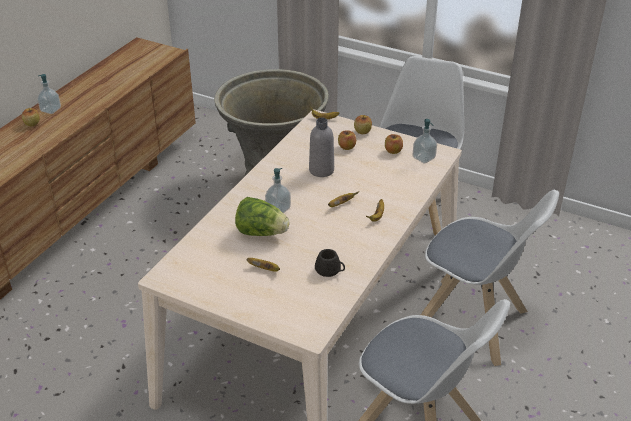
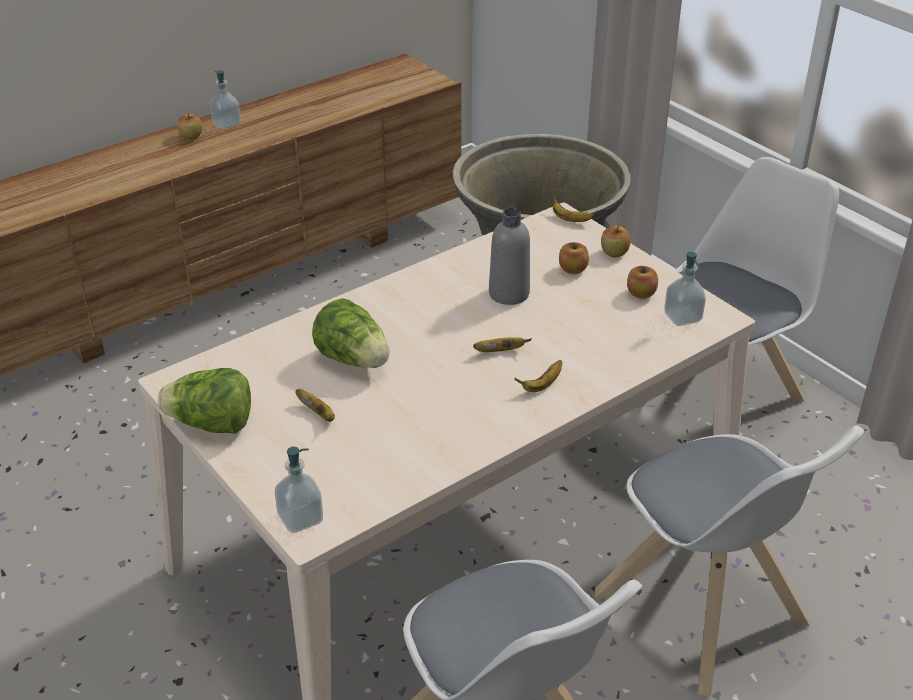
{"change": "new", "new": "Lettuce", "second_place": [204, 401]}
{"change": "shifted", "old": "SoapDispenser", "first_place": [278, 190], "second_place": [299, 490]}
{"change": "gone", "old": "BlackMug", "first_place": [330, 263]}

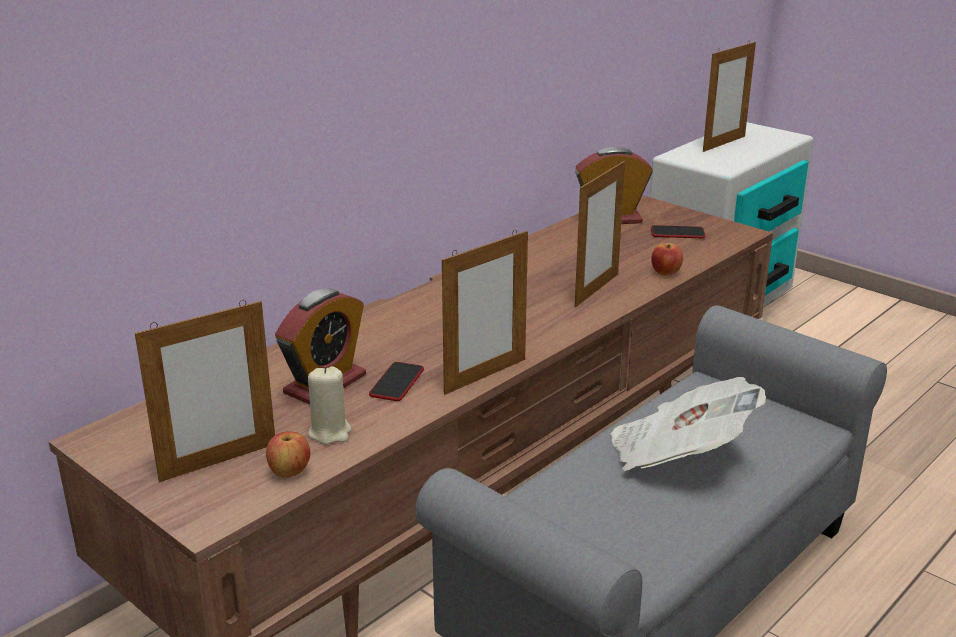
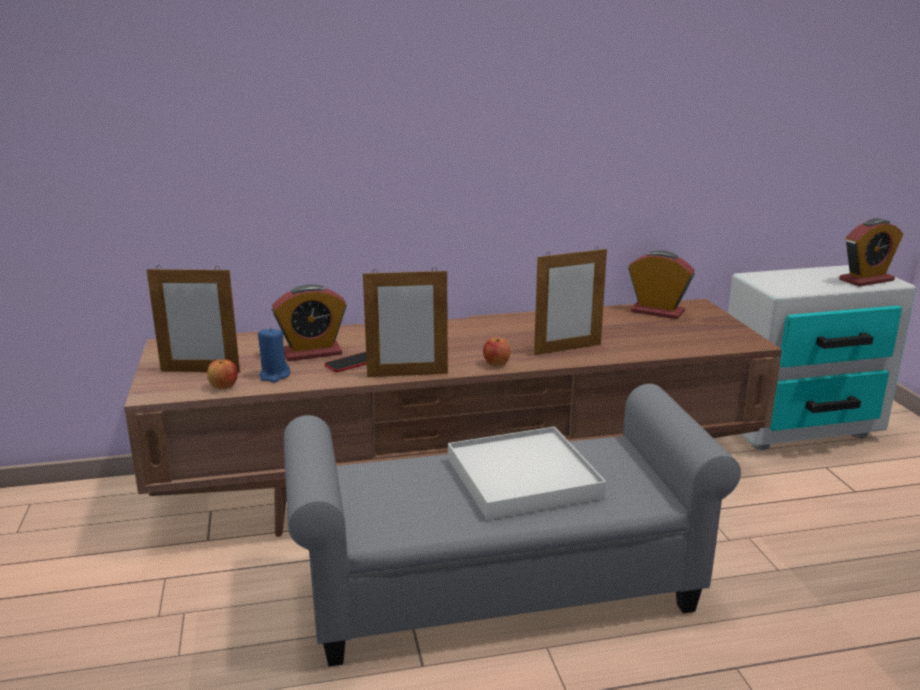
{"change": "repainted", "old": "BeigeCandle", "new": "BlueCandle", "first_place": [330, 405], "second_place": [274, 354]}
{"change": "swapped", "old": "Newspaper", "new": "WhiteTray", "first_place": [688, 424], "second_place": [527, 473]}
{"change": "shifted", "old": "Apple", "first_place": [667, 259], "second_place": [497, 352]}
{"change": "new", "new": "AlarmClock", "second_place": [871, 252]}
{"change": "gone", "old": "Phone", "first_place": [678, 231]}
{"change": "gone", "old": "PictureFrame", "first_place": [729, 96]}

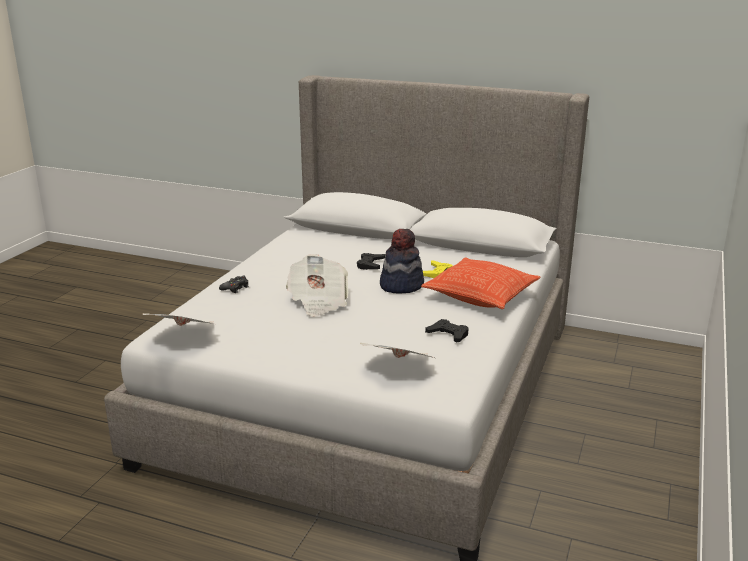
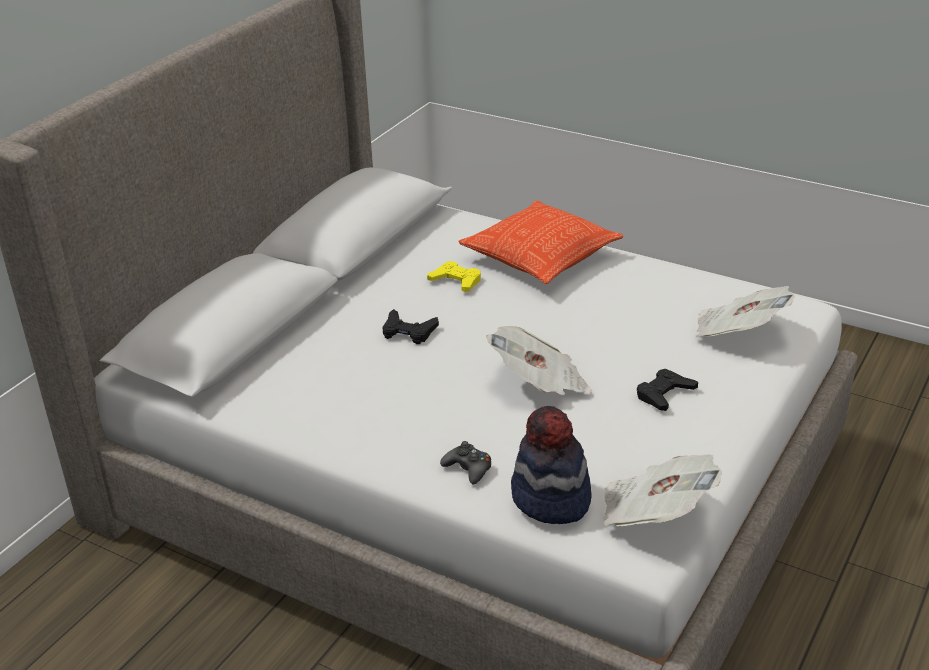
{"change": "shifted", "old": "Hat", "first_place": [402, 261], "second_place": [551, 465]}
{"change": "shifted", "old": "BlackGameController", "first_place": [447, 331], "second_place": [667, 390]}

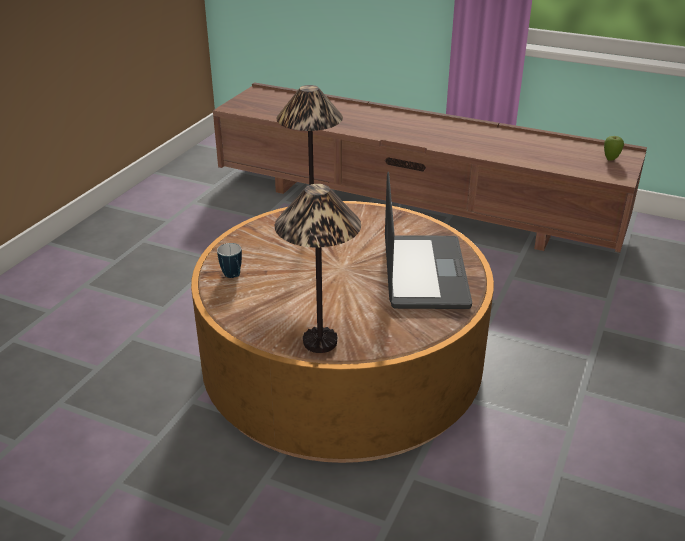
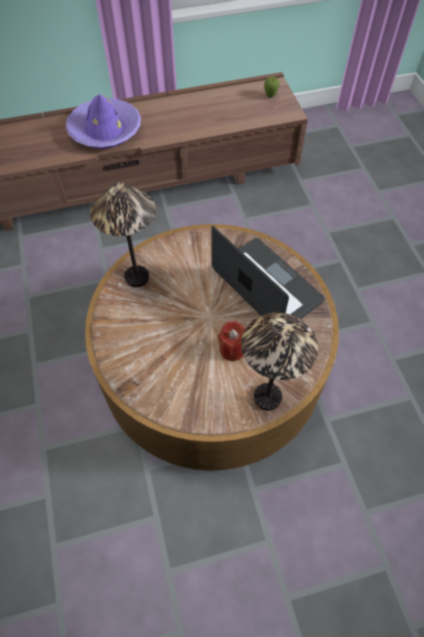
{"change": "new", "new": "PurpleHat", "second_place": [103, 121]}
{"change": "new", "new": "RedCandle", "second_place": [231, 340]}
{"change": "gone", "old": "Mug", "first_place": [229, 260]}

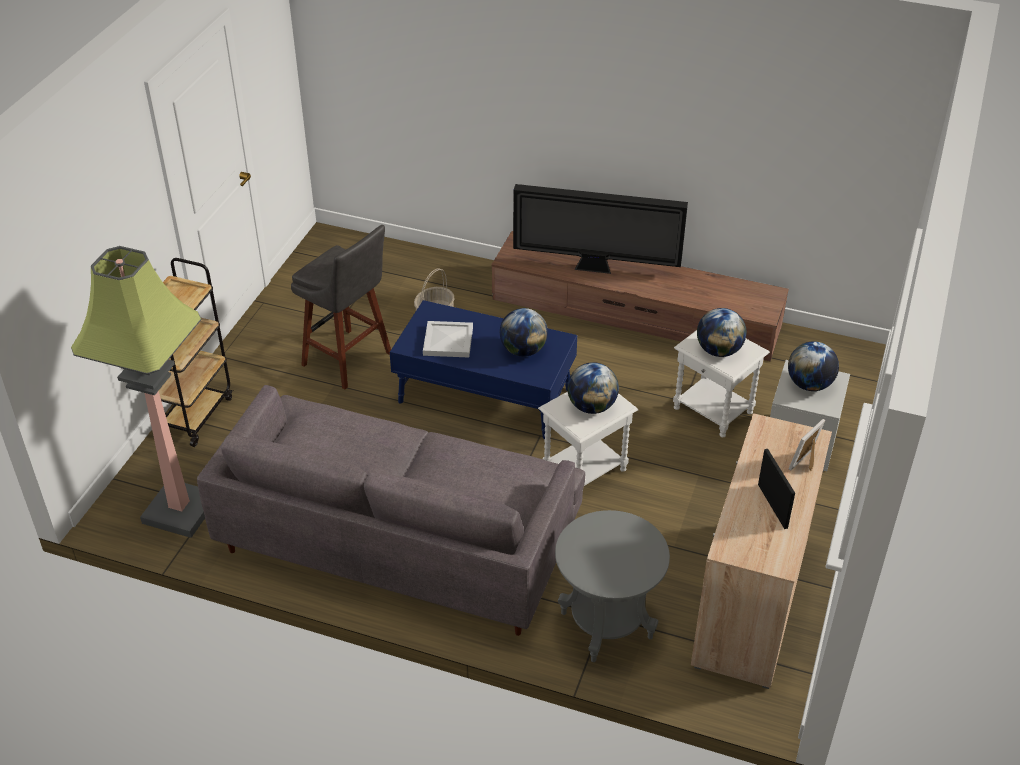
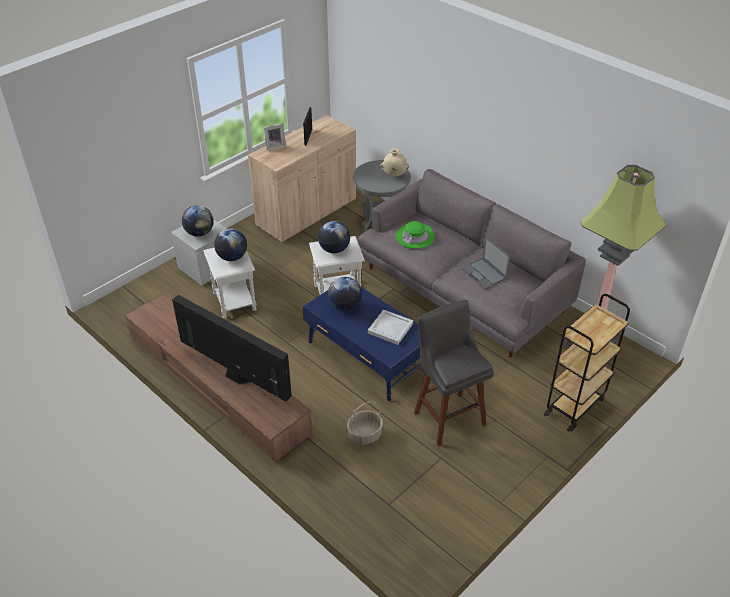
{"change": "new", "new": "BeigeVase", "second_place": [395, 162]}
{"change": "new", "new": "GreenHat", "second_place": [415, 235]}
{"change": "new", "new": "Laptop", "second_place": [486, 262]}

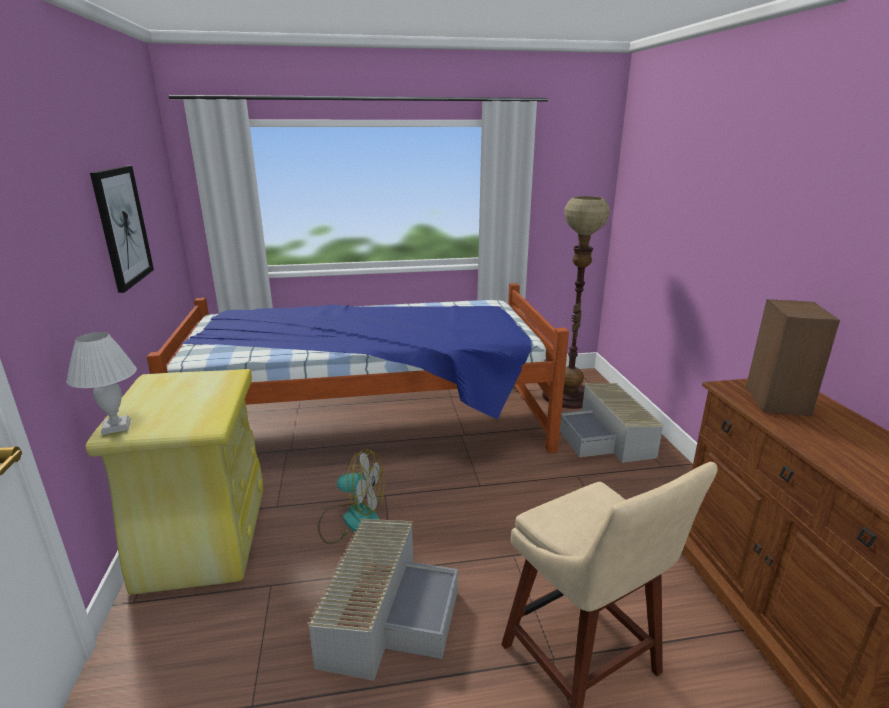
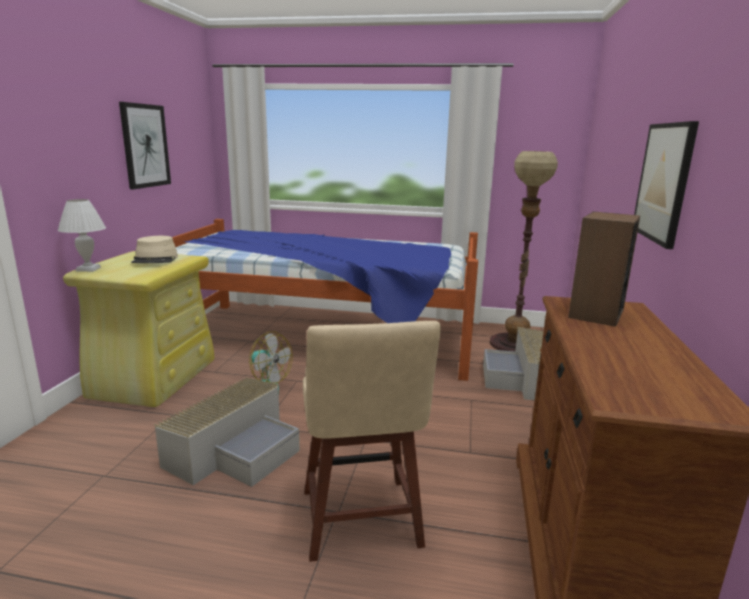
{"change": "new", "new": "BeigeHat", "second_place": [154, 249]}
{"change": "new", "new": "Picture", "second_place": [666, 185]}

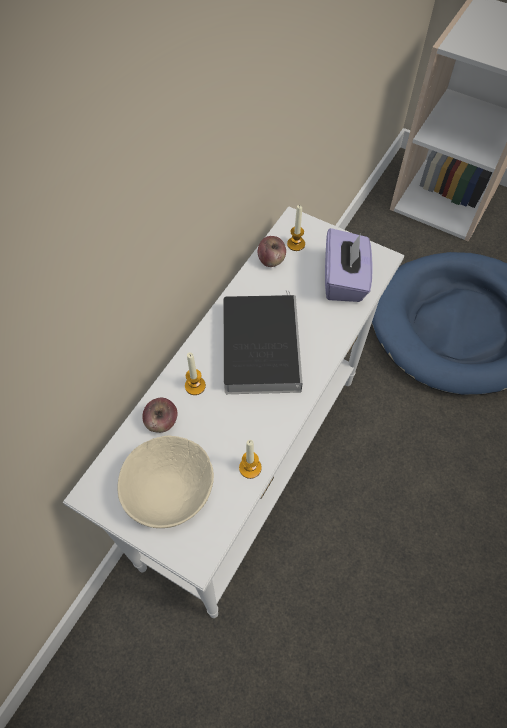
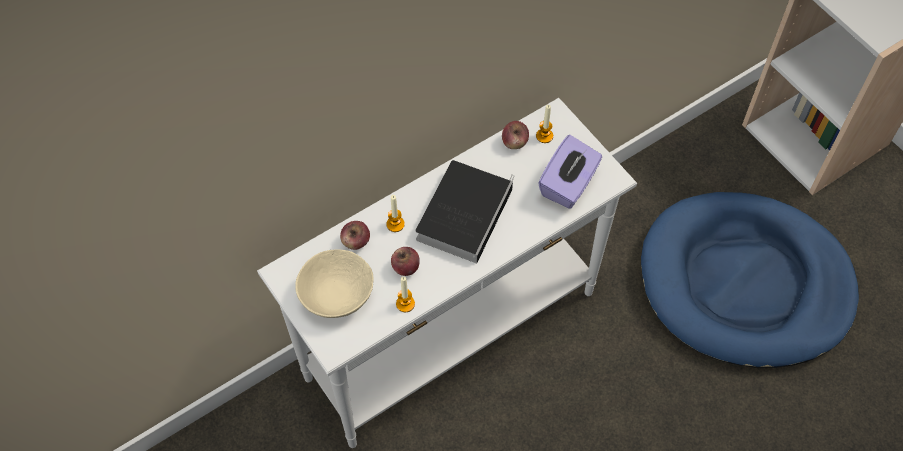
{"change": "new", "new": "Apple", "second_place": [405, 261]}

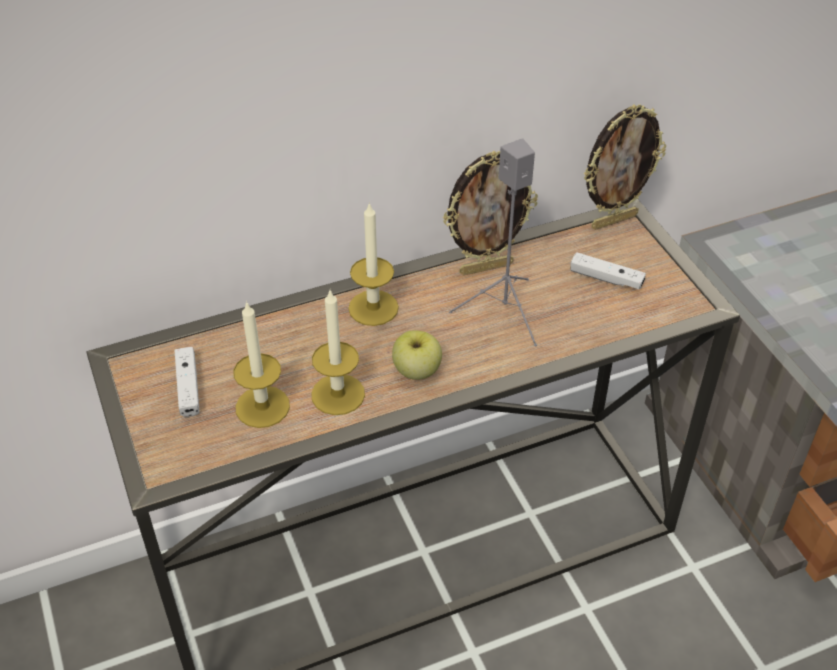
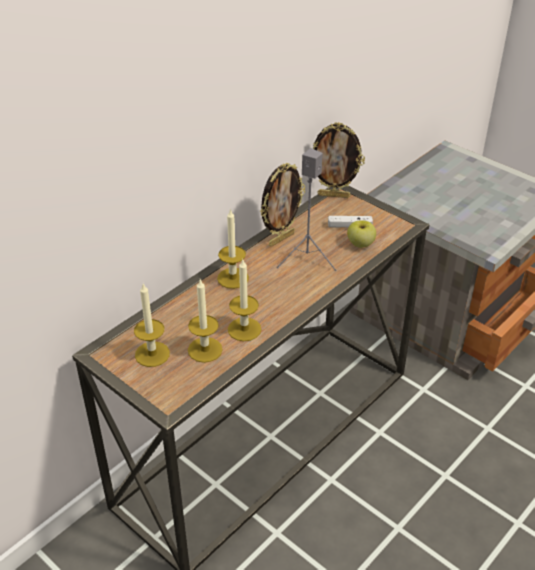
{"change": "swapped", "old": "WhiteGameController", "new": "Candle", "first_place": [187, 382], "second_place": [152, 325]}
{"change": "rotated", "old": "PictureFrame", "first_place": [625, 167], "second_place": [339, 160], "degrees": 60}
{"change": "shifted", "old": "Apple", "first_place": [417, 355], "second_place": [361, 234]}

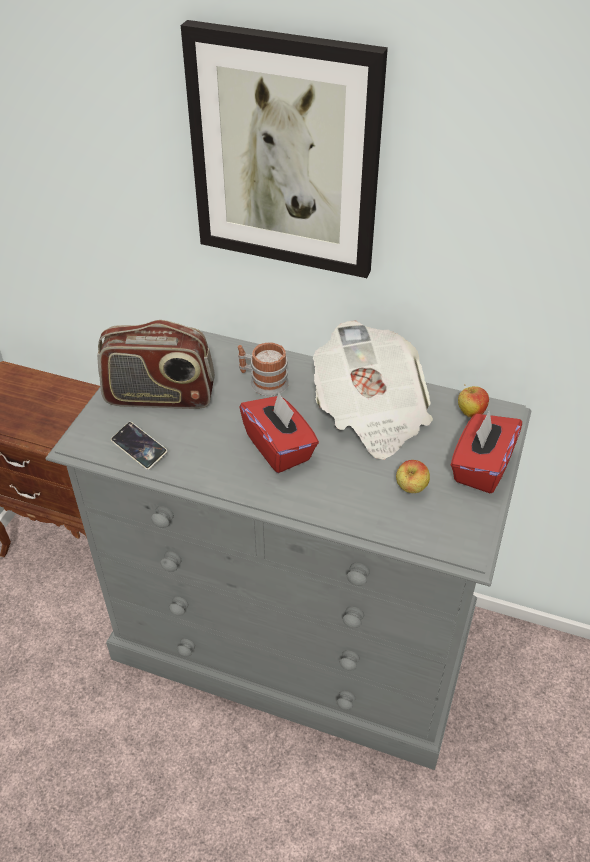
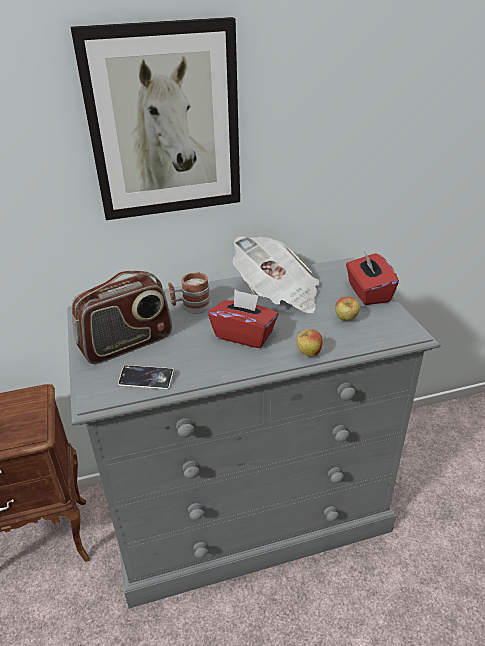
{"change": "shifted", "old": "Apple", "first_place": [473, 401], "second_place": [309, 343]}

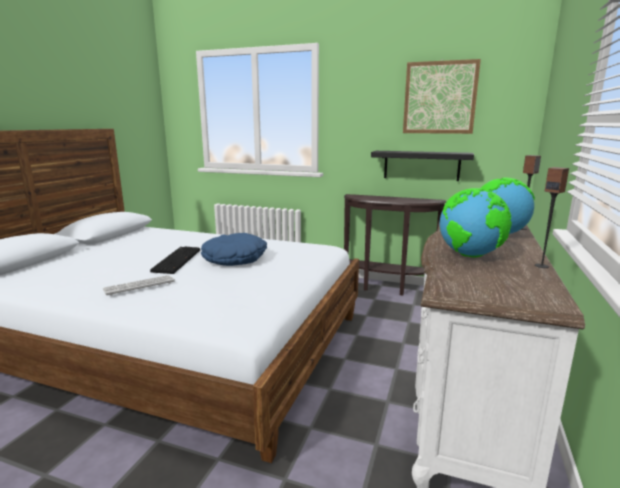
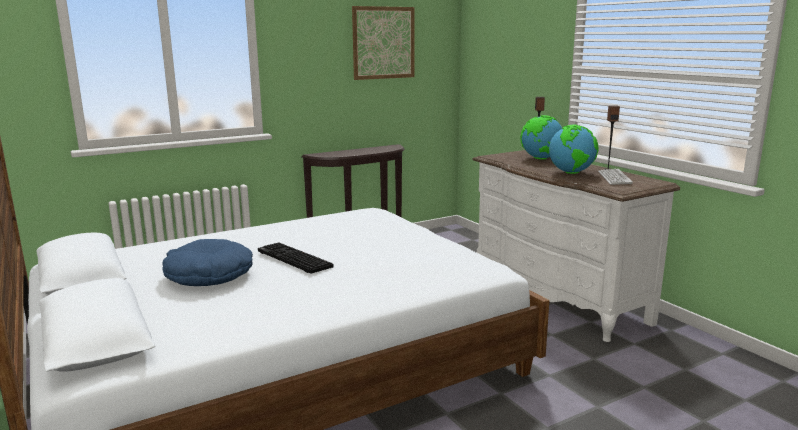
{"change": "shifted", "old": "BluePillow", "first_place": [234, 249], "second_place": [207, 262]}
{"change": "shifted", "old": "Keyboard", "first_place": [139, 285], "second_place": [615, 177]}
{"change": "gone", "old": "BlackShelf", "first_place": [422, 166]}

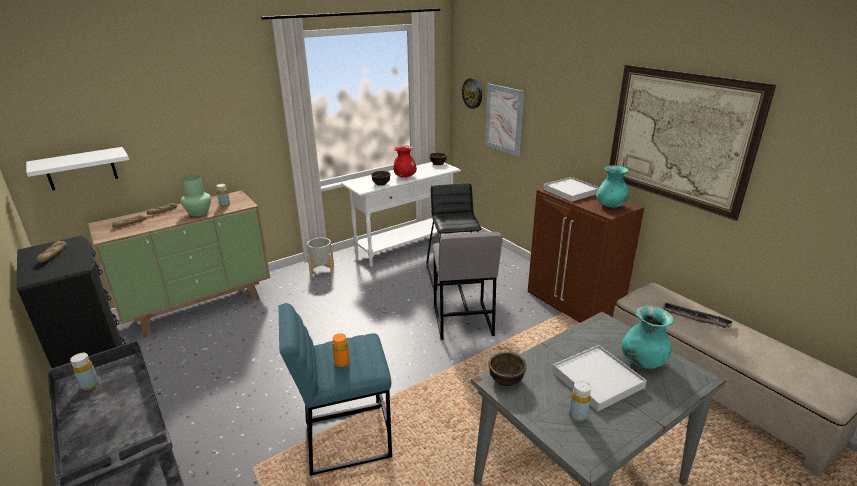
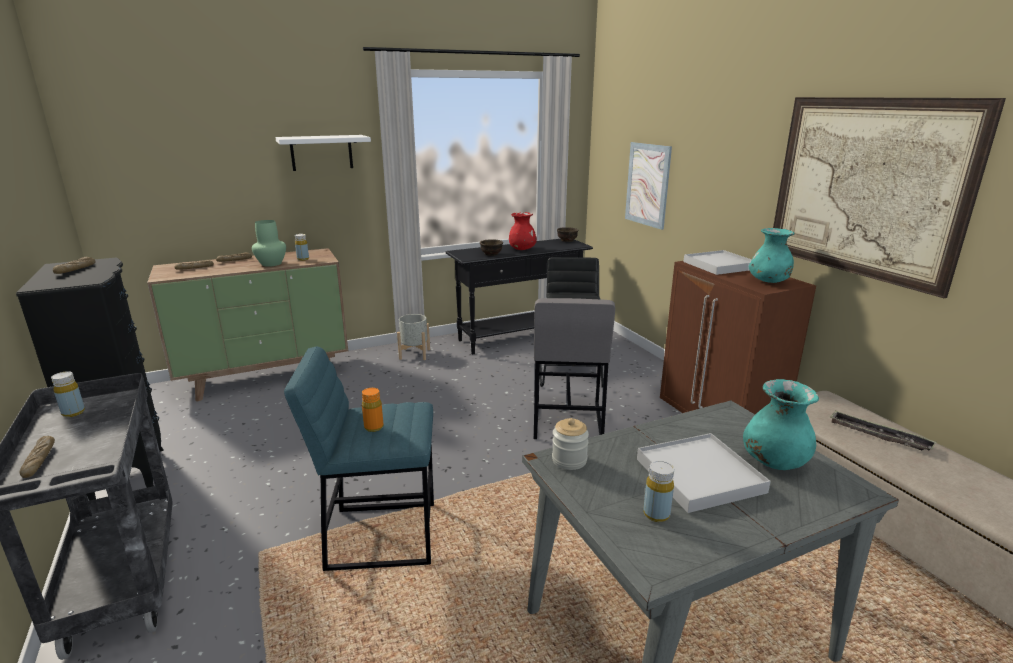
{"change": "new", "new": "Bread", "second_place": [37, 457]}
{"change": "shifted", "old": "WhiteShelf", "first_place": [77, 169], "second_place": [323, 153]}
{"change": "repainted", "old": "WhiteConsoleTable", "new": "BlackConsoleTable", "first_place": [401, 214], "second_place": [519, 296]}
{"change": "swapped", "old": "BrownBowl", "new": "Jar", "first_place": [507, 369], "second_place": [570, 444]}
{"change": "gone", "old": "WallClock", "first_place": [472, 93]}

